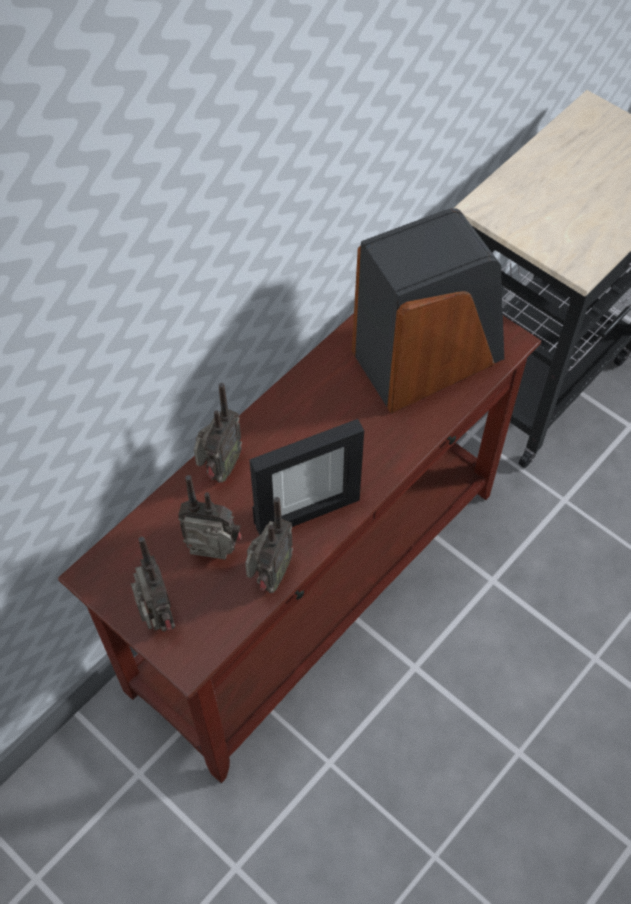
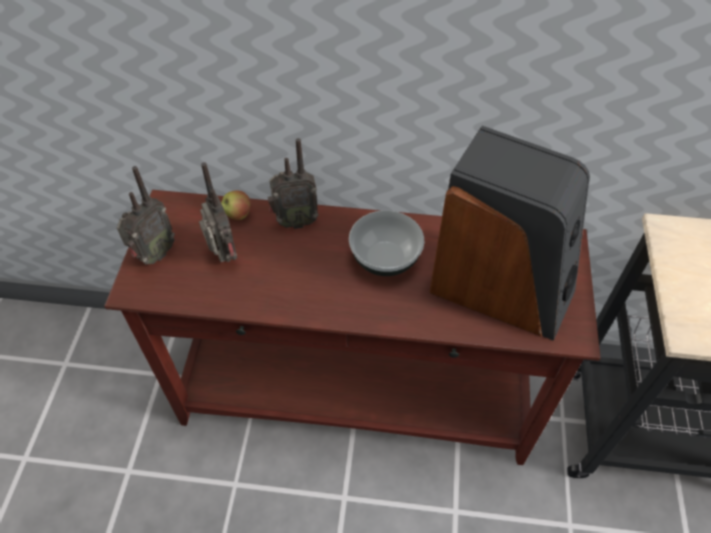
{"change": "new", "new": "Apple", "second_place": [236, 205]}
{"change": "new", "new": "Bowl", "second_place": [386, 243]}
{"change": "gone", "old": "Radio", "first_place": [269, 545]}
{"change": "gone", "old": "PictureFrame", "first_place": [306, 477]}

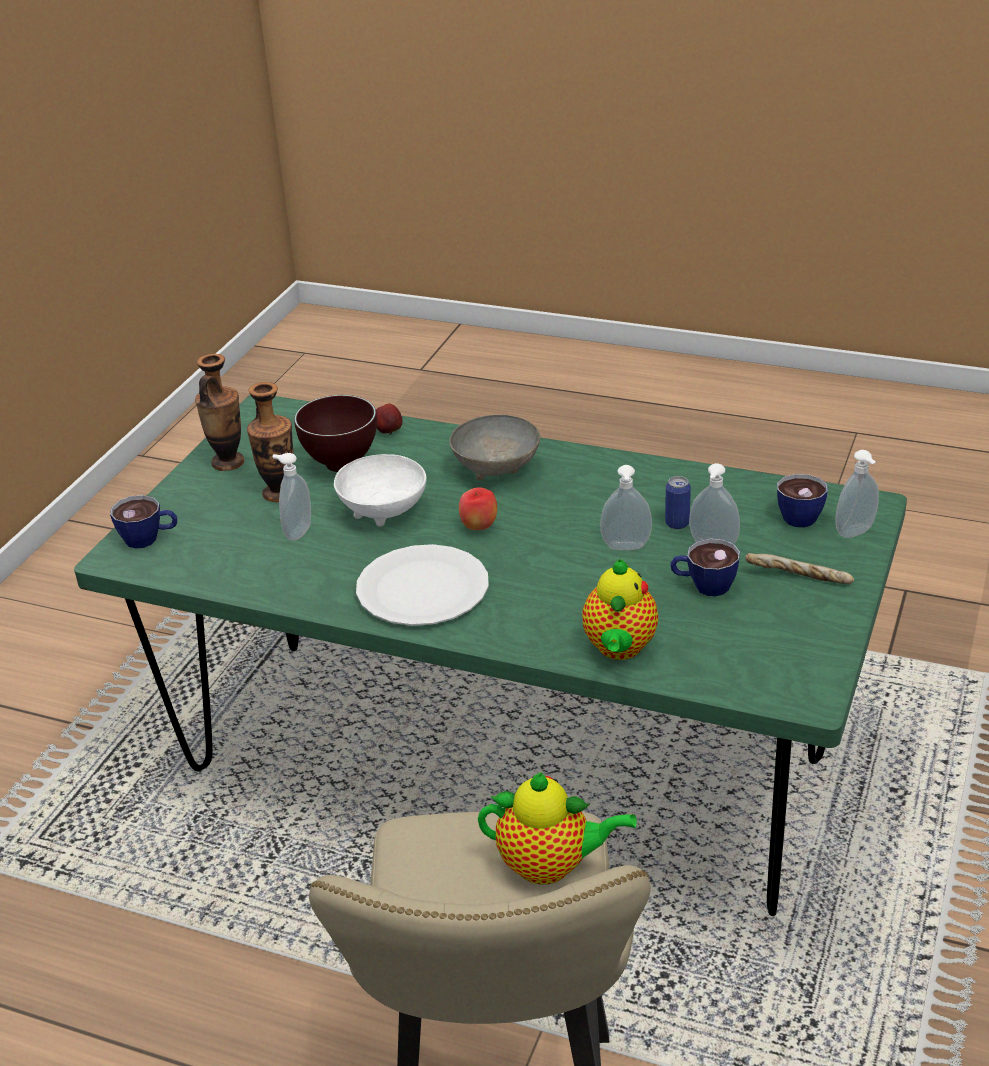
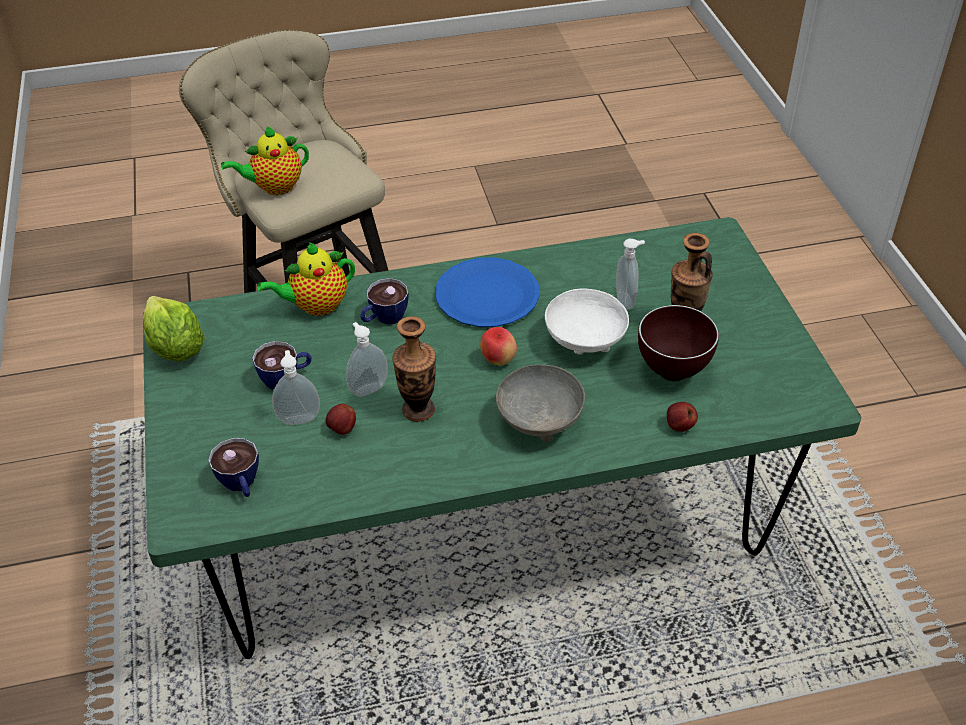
{"change": "new", "new": "Lettuce", "second_place": [174, 329]}
{"change": "rotated", "old": "Teapot", "first_place": [620, 609], "second_place": [306, 279], "degrees": -90}
{"change": "swapped", "old": "Can", "new": "Apple", "first_place": [678, 502], "second_place": [341, 419]}
{"change": "shifted", "old": "Cup", "first_place": [143, 522], "second_place": [384, 301]}
{"change": "shifted", "old": "Vase", "first_place": [219, 412], "second_place": [414, 369]}
{"change": "repainted", "old": "WhitePlate", "new": "BluePlate", "first_place": [422, 585], "second_place": [487, 292]}
{"change": "gone", "old": "Bread", "first_place": [799, 568]}
{"change": "gone", "old": "SoapDispenser", "first_place": [857, 494]}

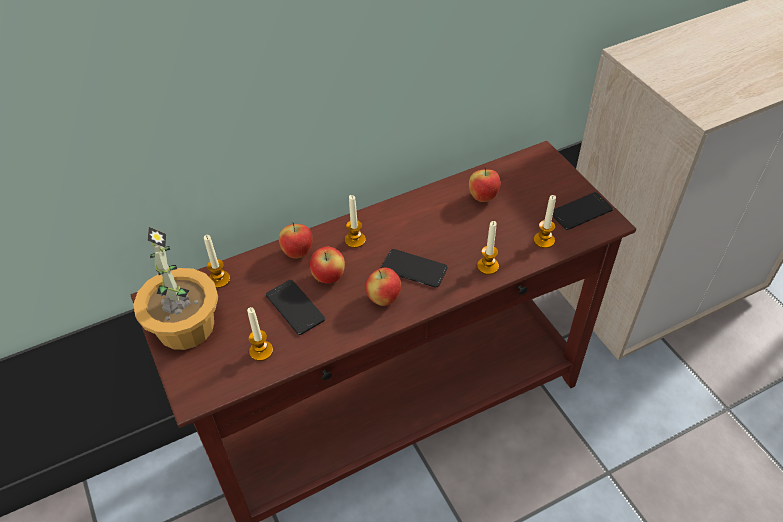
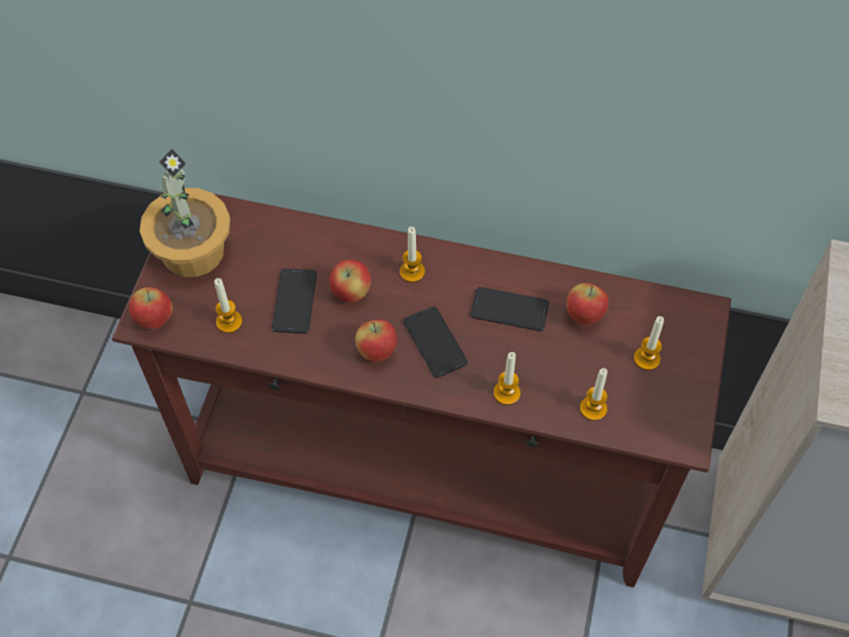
{"change": "shifted", "old": "Apple", "first_place": [296, 240], "second_place": [150, 308]}
{"change": "shifted", "old": "Phone", "first_place": [583, 211], "second_place": [509, 309]}
{"change": "shifted", "old": "Candle", "first_place": [217, 261], "second_place": [649, 343]}

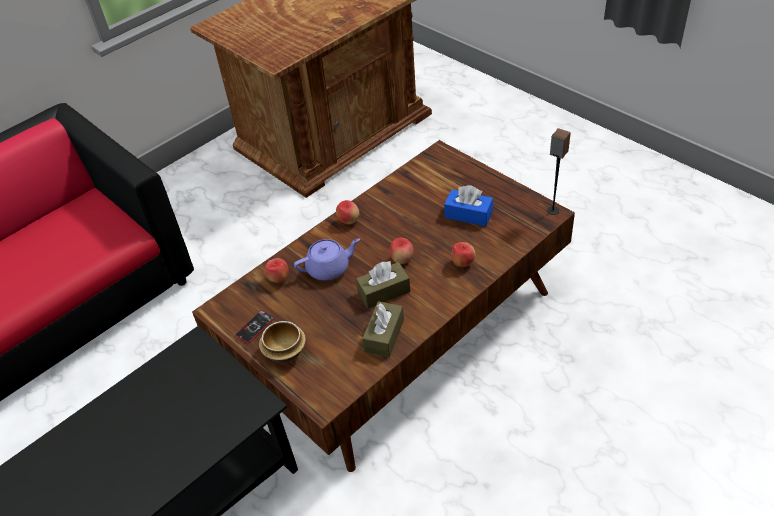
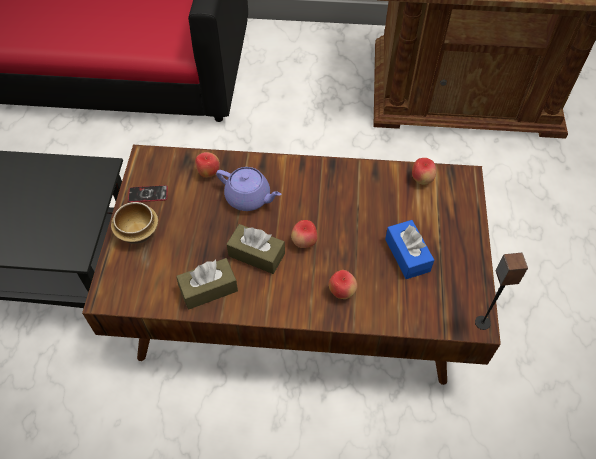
{"change": "shifted", "old": "Apple", "first_place": [348, 212], "second_place": [424, 171]}

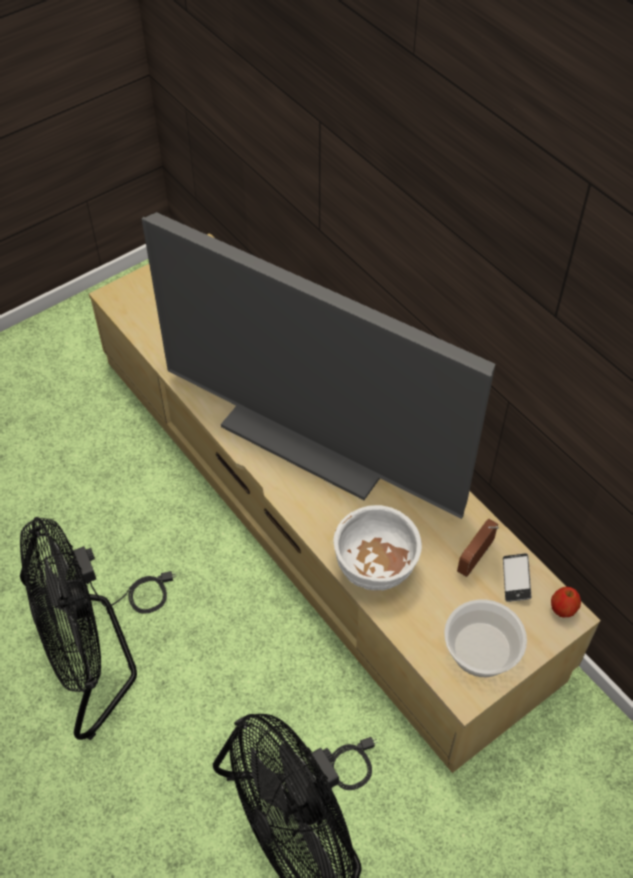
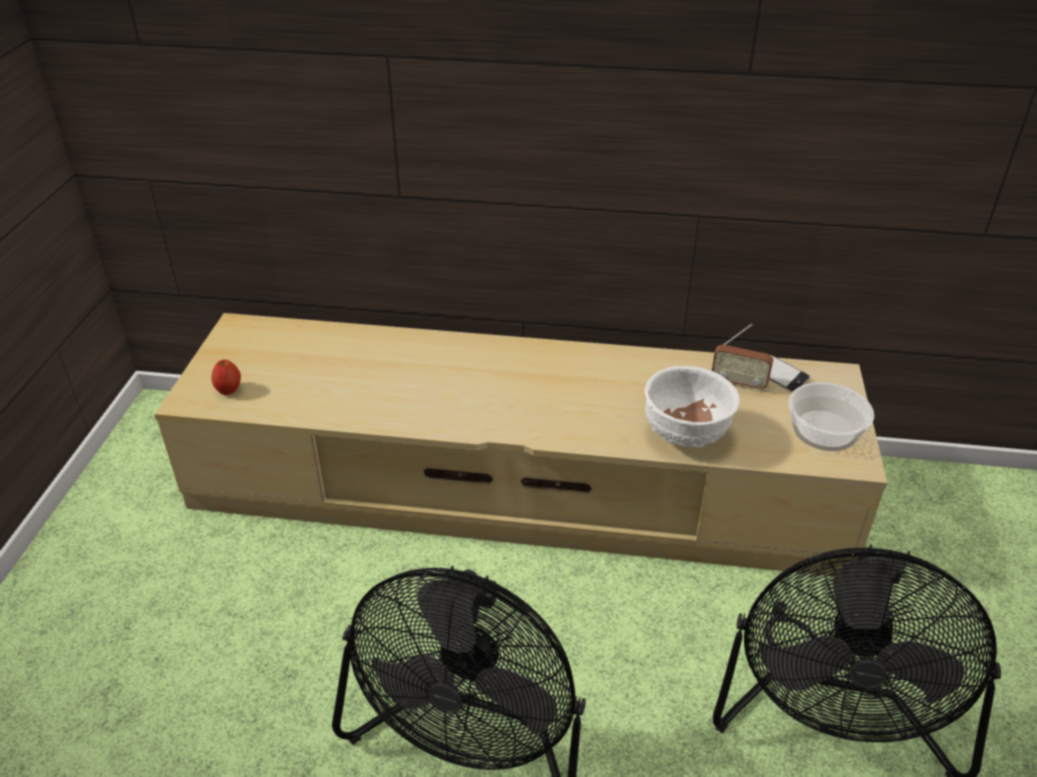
{"change": "shifted", "old": "Apple", "first_place": [566, 602], "second_place": [226, 377]}
{"change": "rotated", "old": "Radio", "first_place": [478, 547], "second_place": [742, 357], "degrees": -60}
{"change": "gone", "old": "Television", "first_place": [318, 365]}

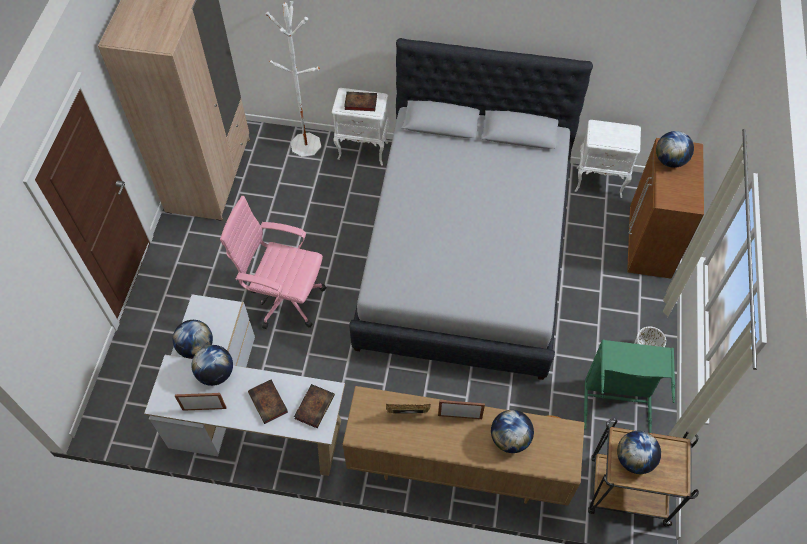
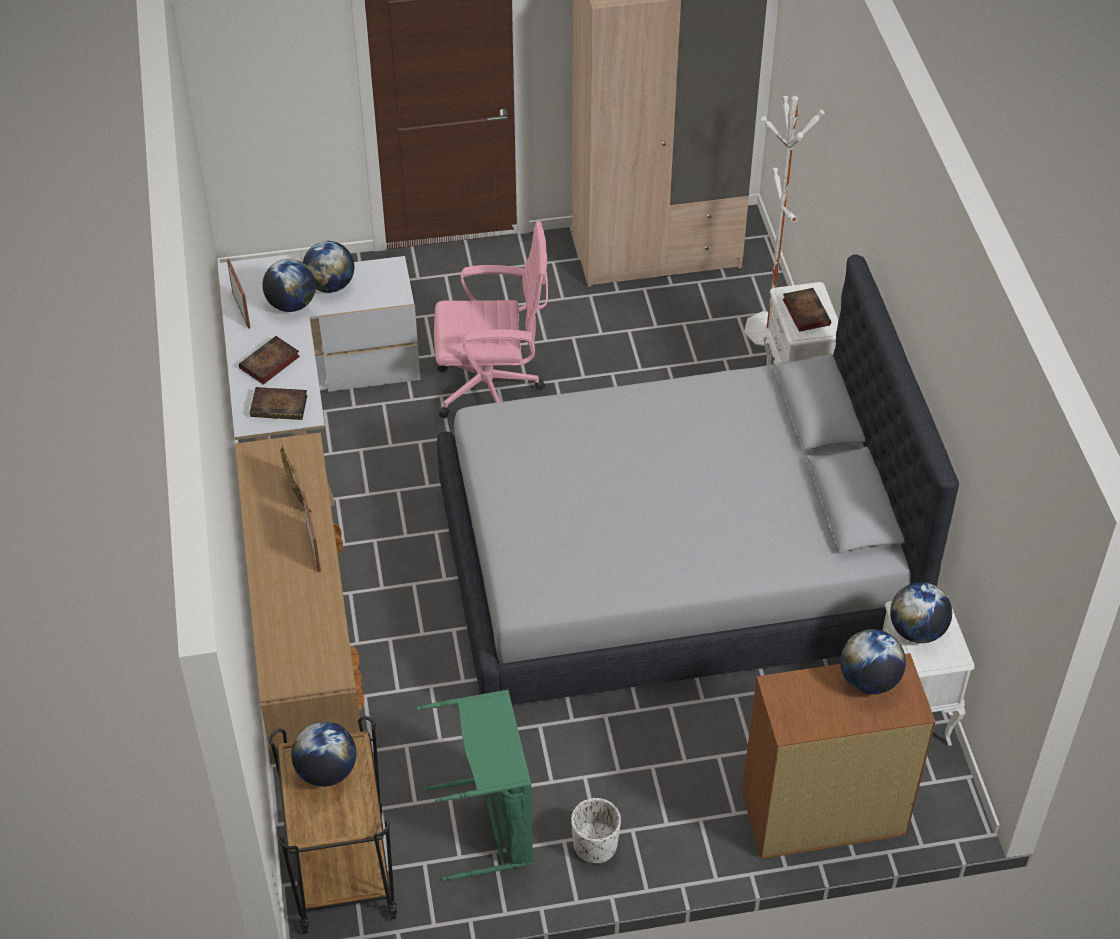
{"change": "rotated", "old": "PinkOfficeChair", "first_place": [273, 262], "second_place": [491, 320], "degrees": 90}
{"change": "shifted", "old": "Globe", "first_place": [512, 431], "second_place": [921, 612]}

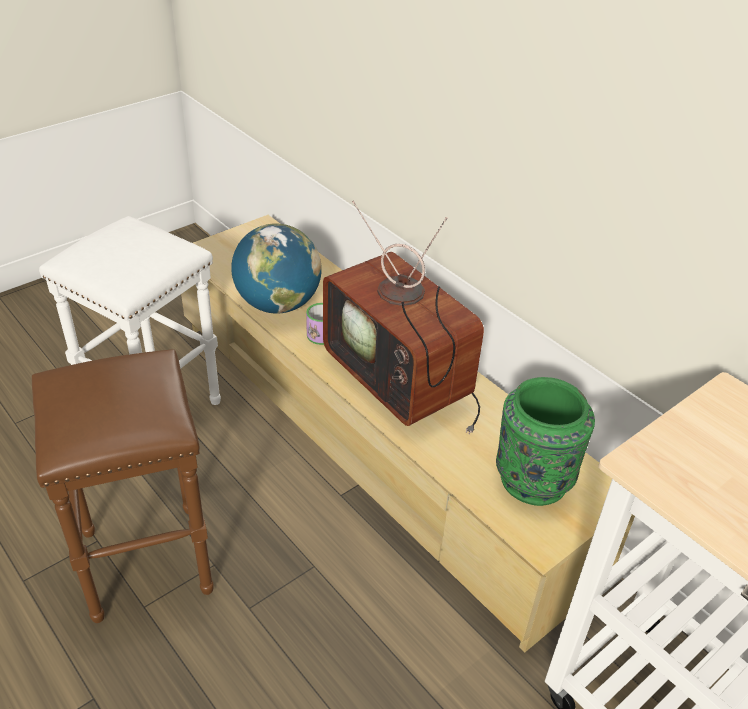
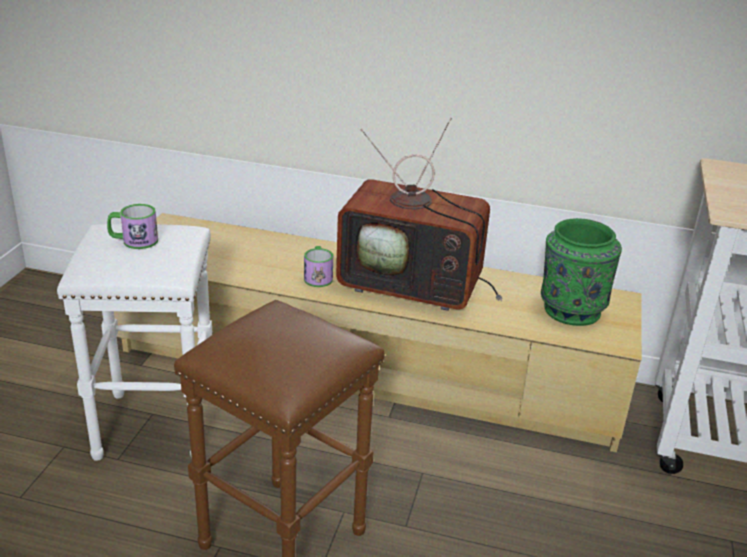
{"change": "new", "new": "Mug", "second_place": [132, 226]}
{"change": "gone", "old": "Globe", "first_place": [276, 268]}

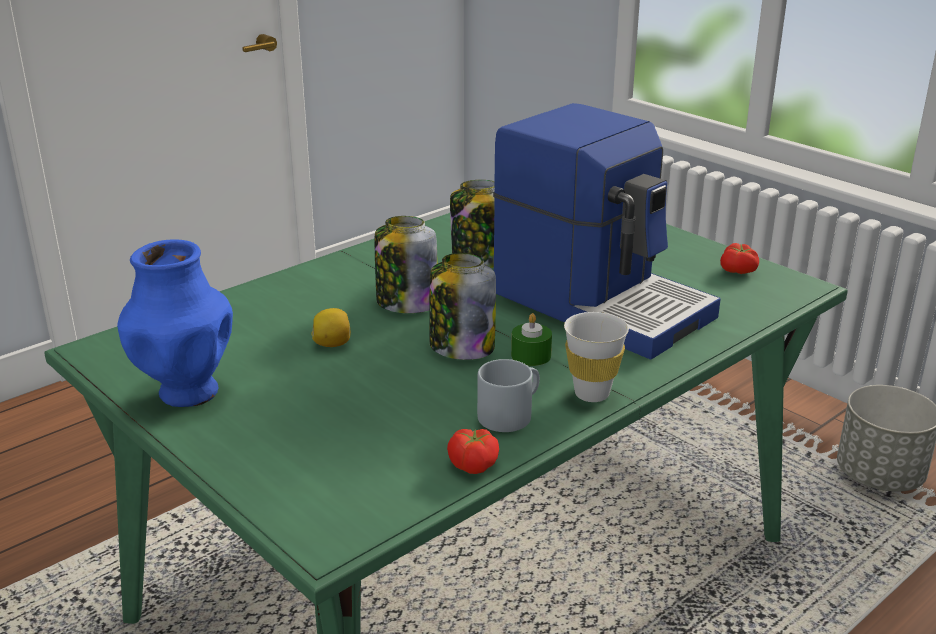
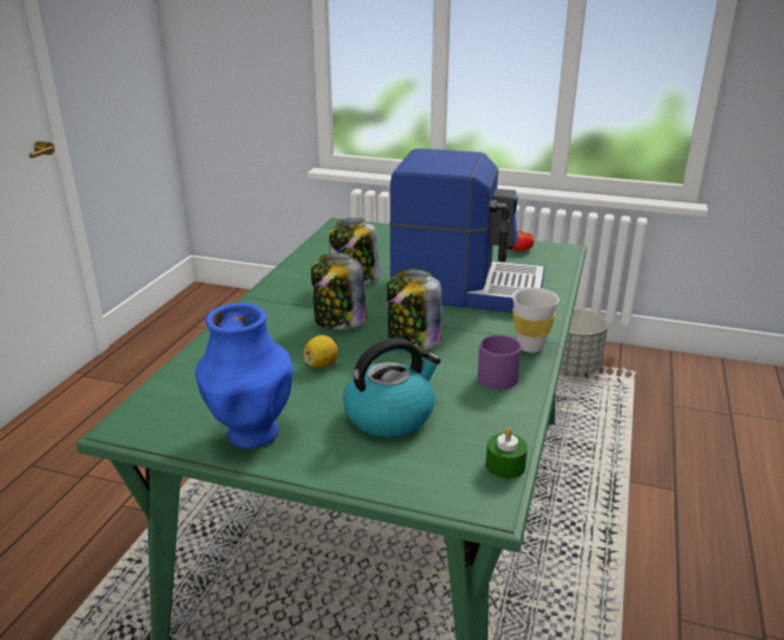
{"change": "new", "new": "Kettle", "second_place": [392, 387]}
{"change": "repainted", "old": "GreyMug", "new": "PurpleMug", "first_place": [508, 395], "second_place": [499, 362]}
{"change": "shifted", "old": "GreenCandle", "first_place": [531, 339], "second_place": [507, 453]}
{"change": "gone", "old": "Tomato", "first_place": [473, 451]}

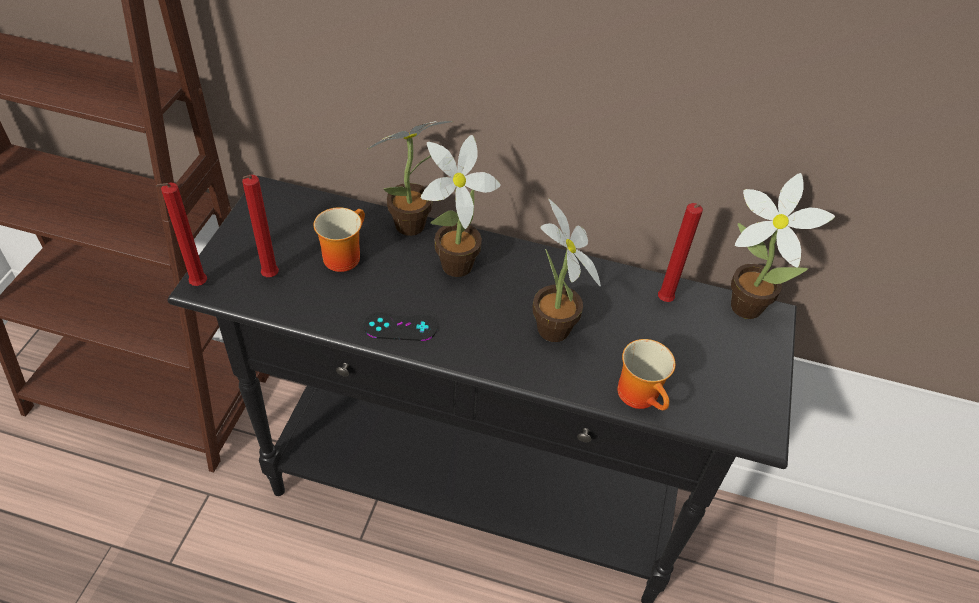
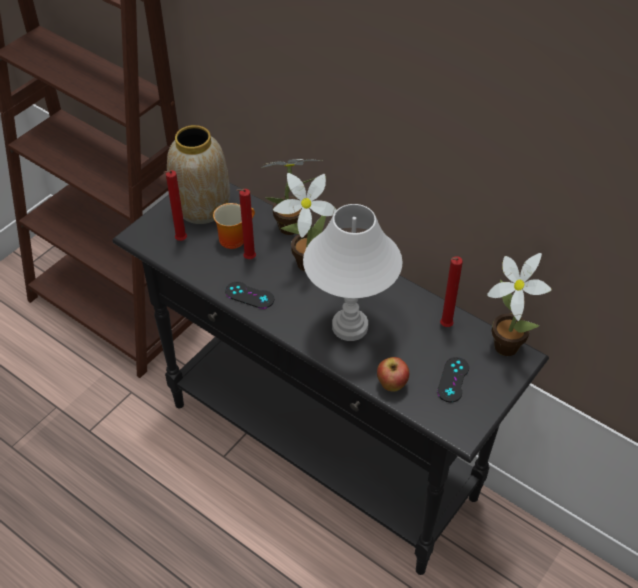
{"change": "new", "new": "Vase", "second_place": [198, 174]}
{"change": "shifted", "old": "RedCandle", "first_place": [181, 234], "second_place": [246, 224]}
{"change": "swapped", "old": "PottedPlant", "new": "WhiteTableLamp", "first_place": [566, 270], "second_place": [352, 272]}
{"change": "swapped", "old": "Mug", "new": "Apple", "first_place": [646, 374], "second_place": [393, 374]}
{"change": "new", "new": "BlackGameController", "second_place": [453, 379]}

